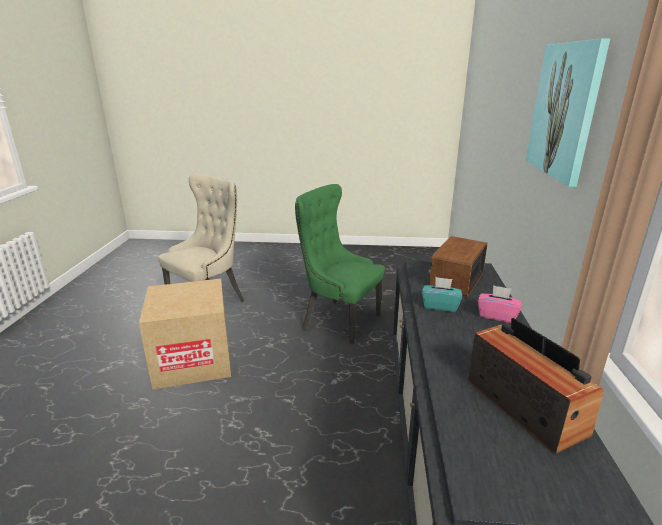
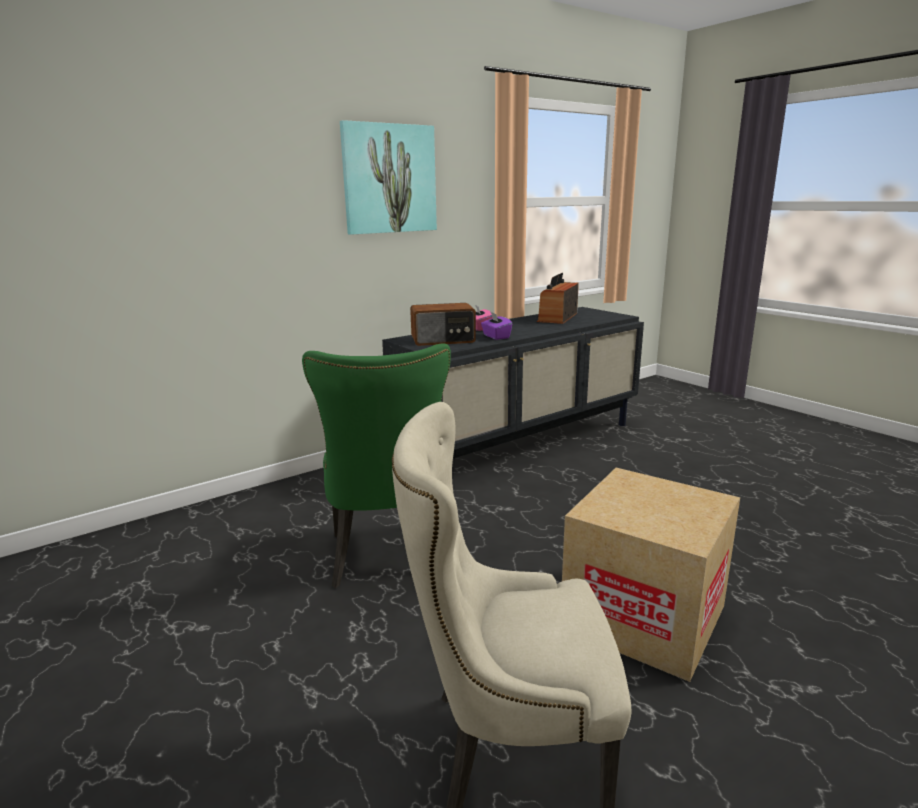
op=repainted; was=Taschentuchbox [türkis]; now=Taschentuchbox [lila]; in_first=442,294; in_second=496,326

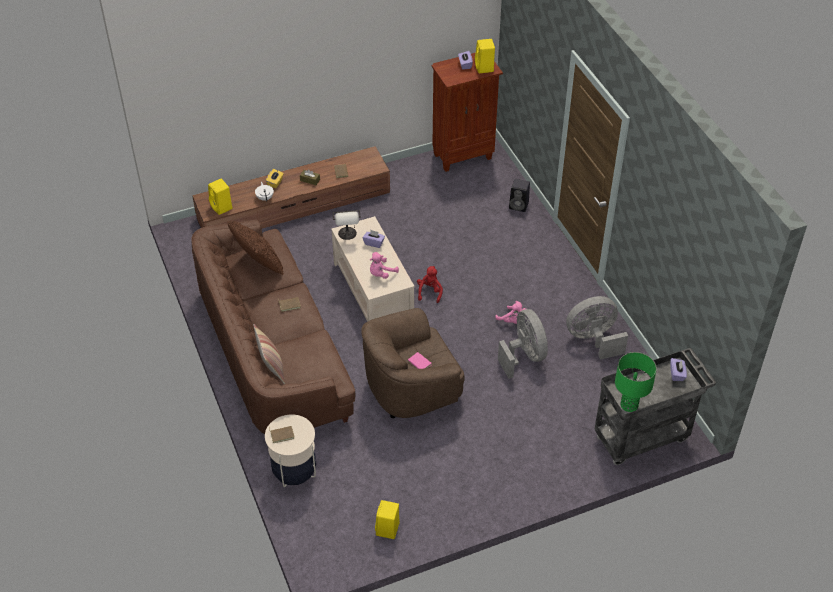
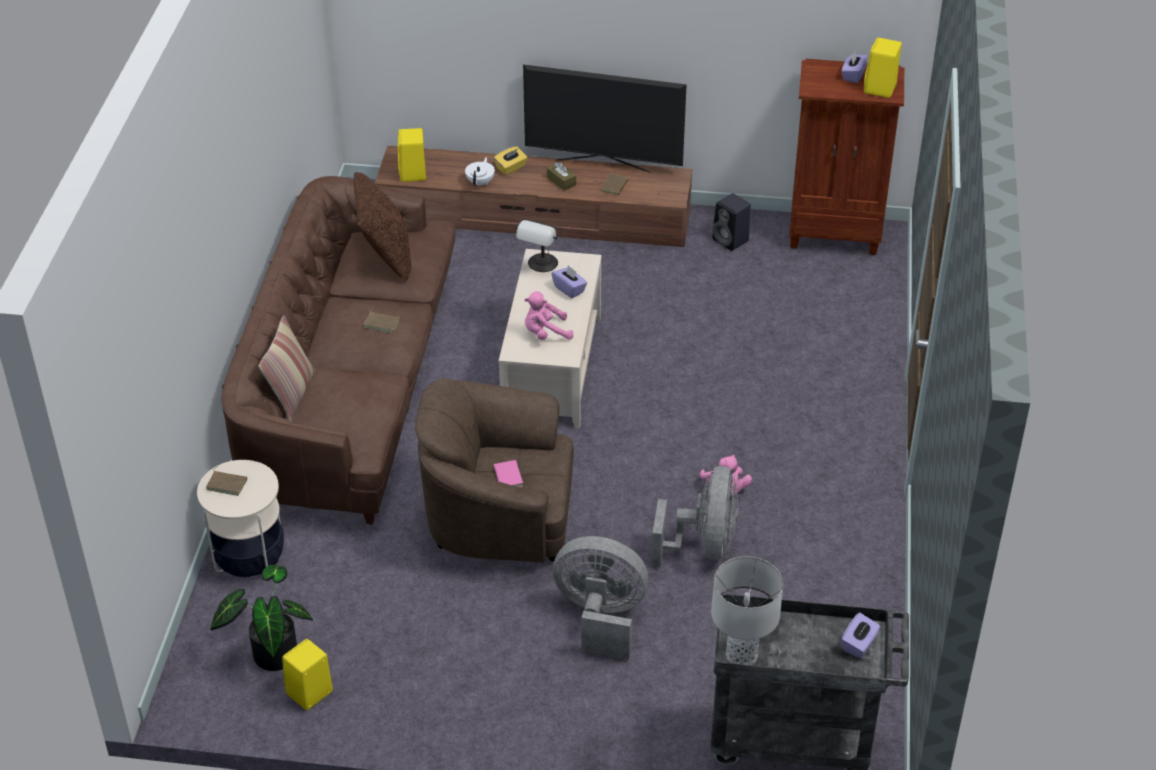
op=gone; was=Plüschtier [rot]; in_first=430,284
op=shifted; was=Lautsprecher [schwarz]; in_first=519,195; in_second=731,222
op=shifted; was=Ventilator [grau]; in_first=597,328; in_second=600,598
op=repainted; was=Tischlampe [grün]; now=Tischlampe [weiß]; in_first=636,382; in_second=747,610
op=new; now=Topfpflanze; in_second=261,618
op=new; now=Fernseher; in_second=605,118

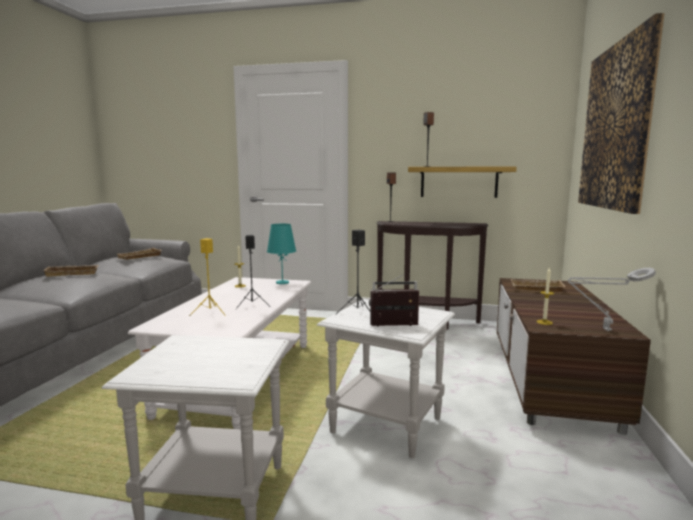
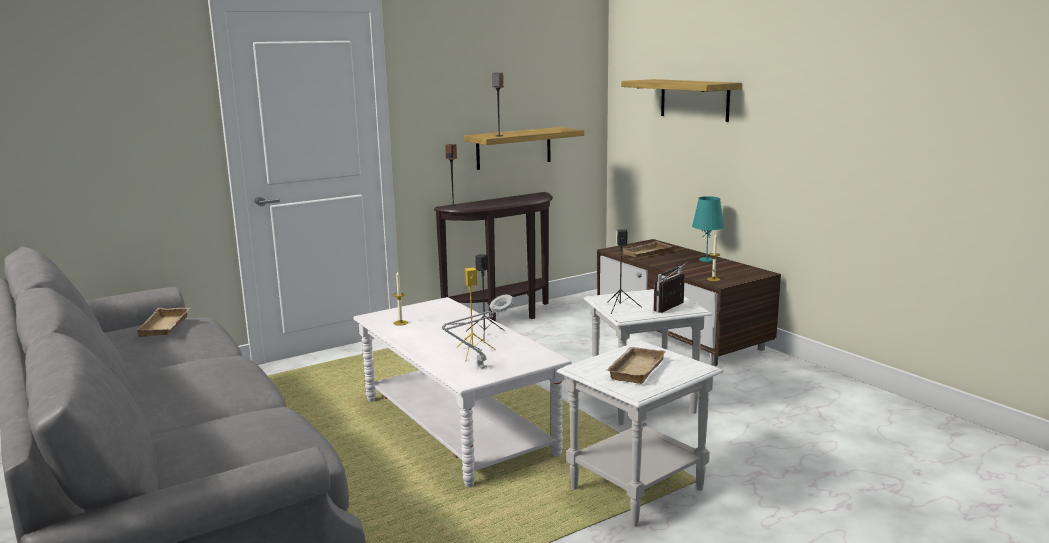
op=shifted; was=Tablett [beige]; in_first=71,271; in_second=636,365
op=shifted; was=Tischlampe [türkis]; in_first=281,254; in_second=708,229
op=shifted; was=Tischlampe [grau]; in_first=612,299; in_second=478,332
op=swapped; was=Bild; now=Wandregal; in_first=621,113; in_second=681,100

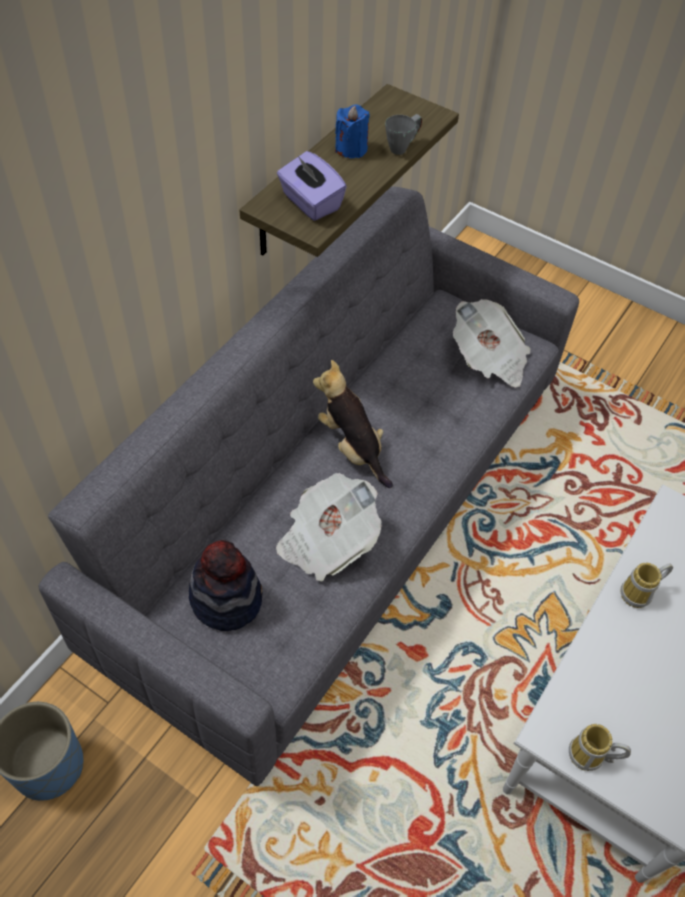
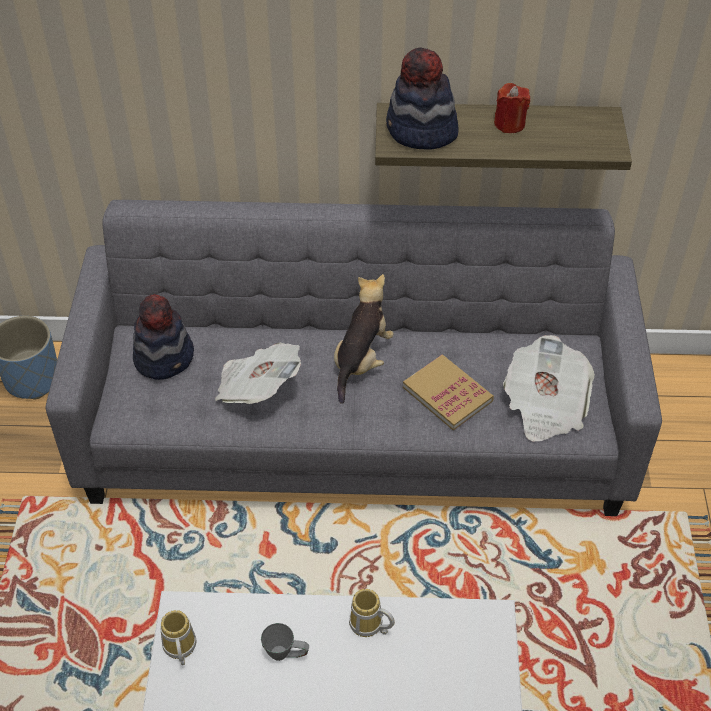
op=swapped; was=Taschentuchbox [lila]; now=Hut; in_first=312,186; in_second=422,98
op=repainted; was=Kerze [blau]; now=Kerze [rot]; in_first=352,131; in_second=512,108
op=shifted; was=Henkelbecher [grau]; in_first=403,134; in_second=285,642
op=new; now=Buch; in_second=448,393

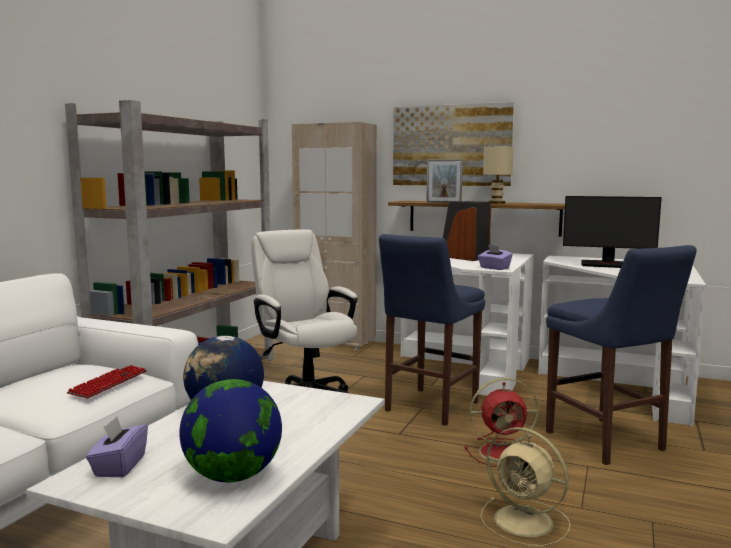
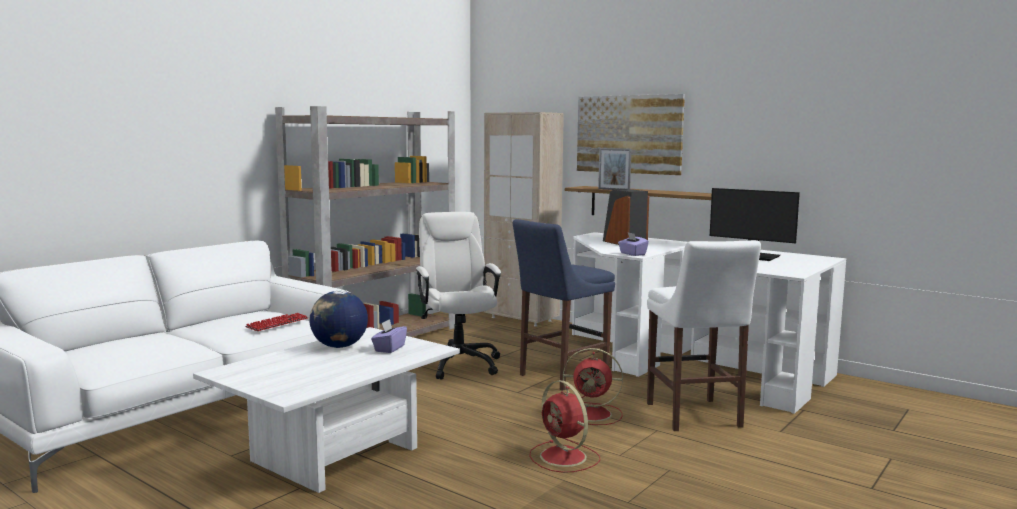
op=shifted; was=Taschentuchbox [lila]; in_first=117,447; in_second=389,336
op=gone; was=Globus; in_first=230,430
op=repainted; was=Ventilator [beige]; now=Ventilator [rot]; in_first=525,486; in_second=565,426
op=gone; was=Tischlampe [beige]; in_first=498,175
op=repainted; was=Hocker [blau]; now=Hocker [weiß]; in_first=621,355; in_second=704,335

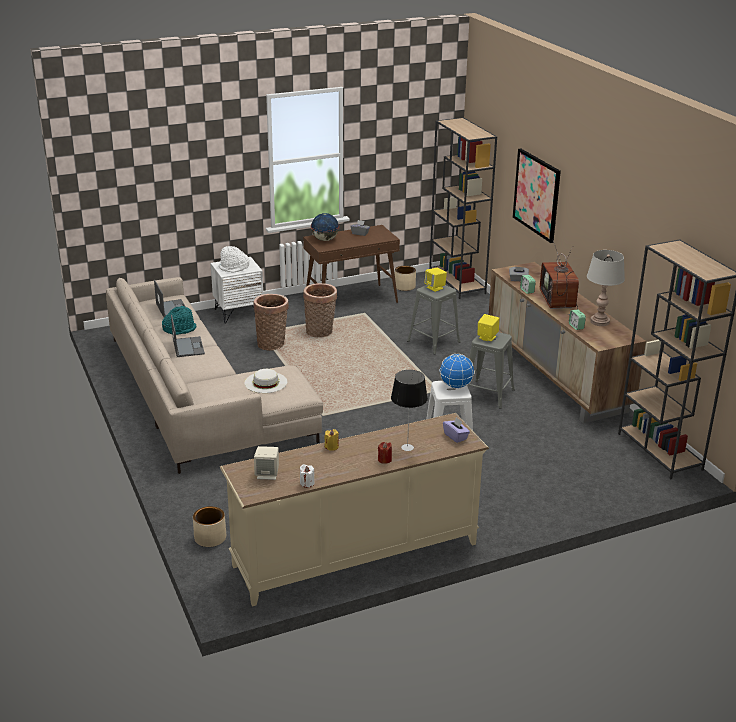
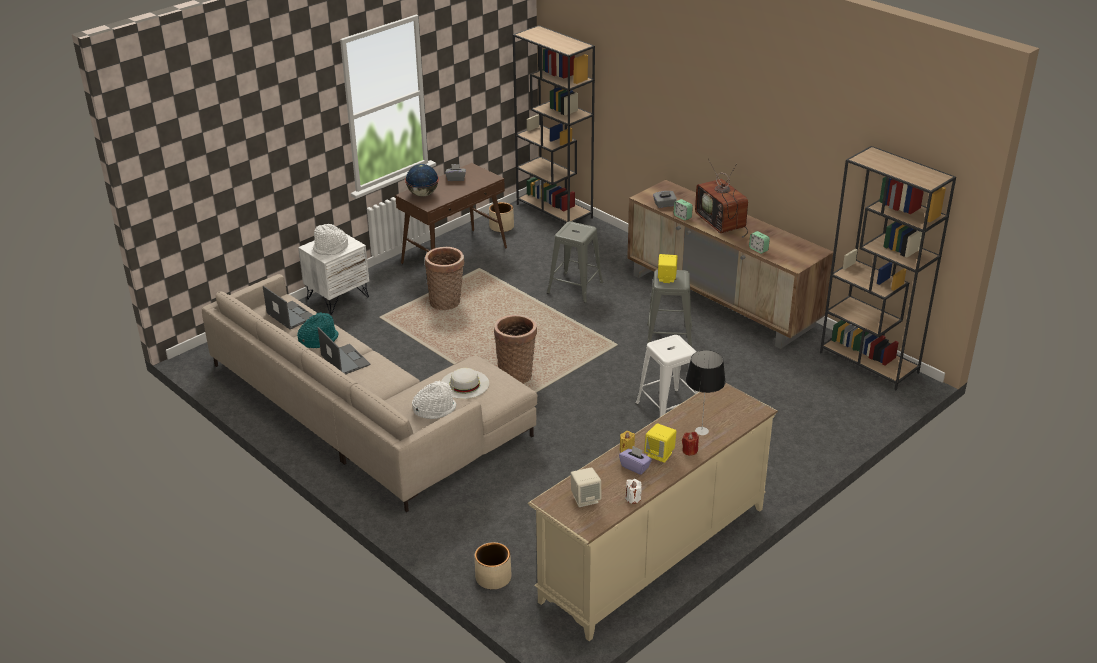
op=shifted; was=Korb; in_first=271,322; in_second=515,349
op=shifted; was=Lautsprecher [gelb]; in_first=435,280; in_second=660,443
op=gone; was=Globus; in_first=457,371
op=shifted; was=Taschentuchbox [lila]; in_first=456,430; in_second=635,460
op=gone; was=Bild; in_first=537,195
op=gone; was=Tischlampe [grau]; in_first=606,288
op=new; now=Hut [weiß]; in_second=434,400

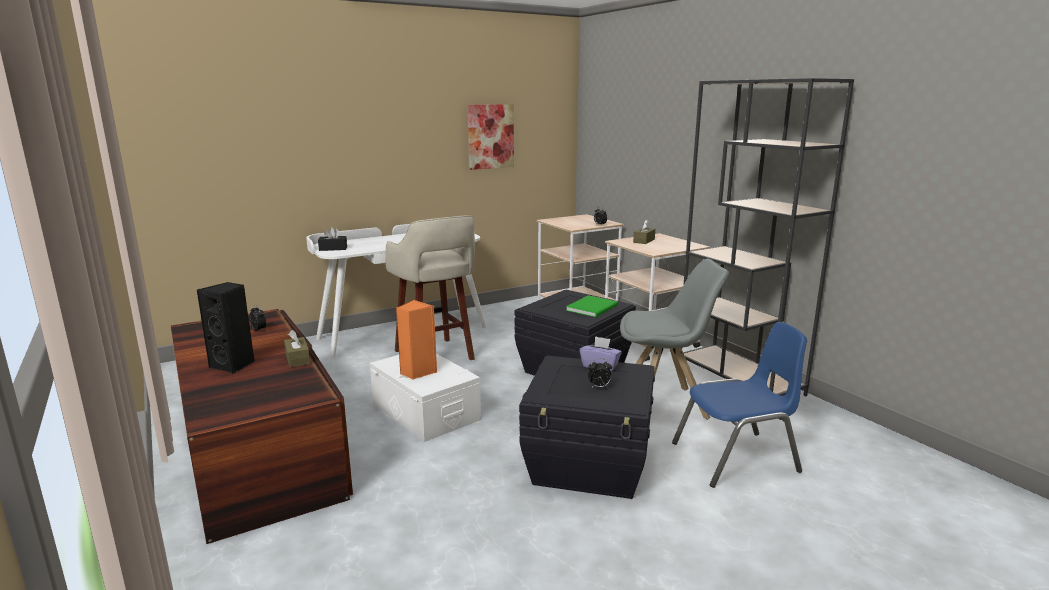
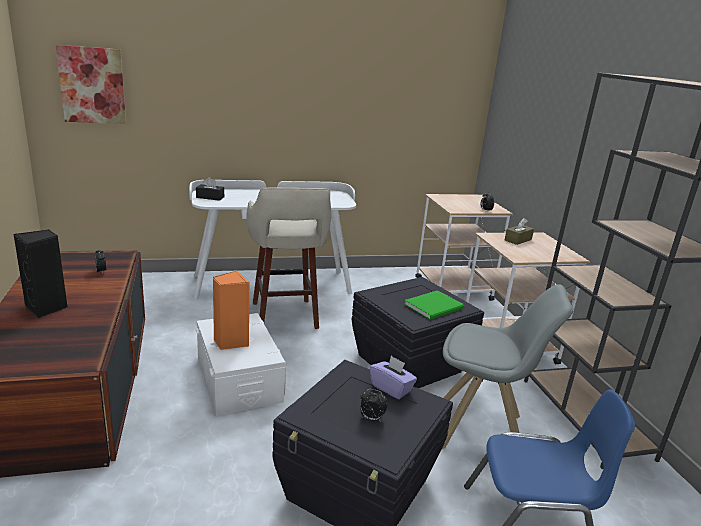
op=gone; was=Taschentuchbox [braun]; in_first=297,348
op=shifted; was=Bild; in_first=491,137; in_second=91,84

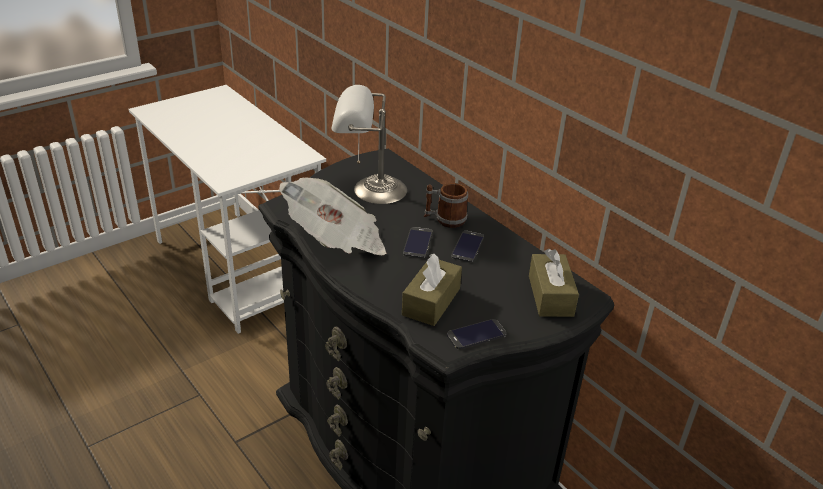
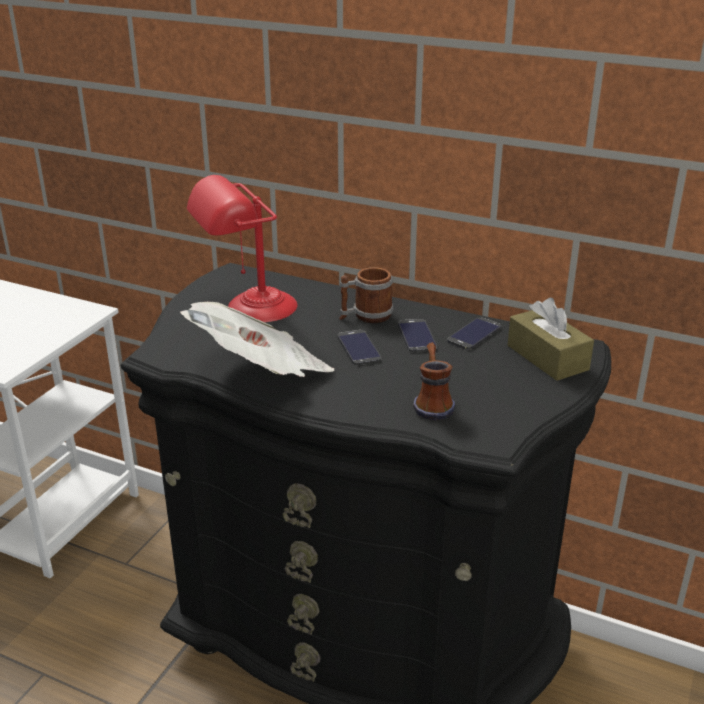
op=repainted; was=Tischlampe [weiß]; now=Tischlampe [rot]; in_first=369,144; in_second=242,248
op=swapped; was=Taschentuchbox [braun]; now=Henkelbecher; in_first=432,290; in_second=434,381
op=shifted; was=Handy; in_first=476,334; in_second=474,333

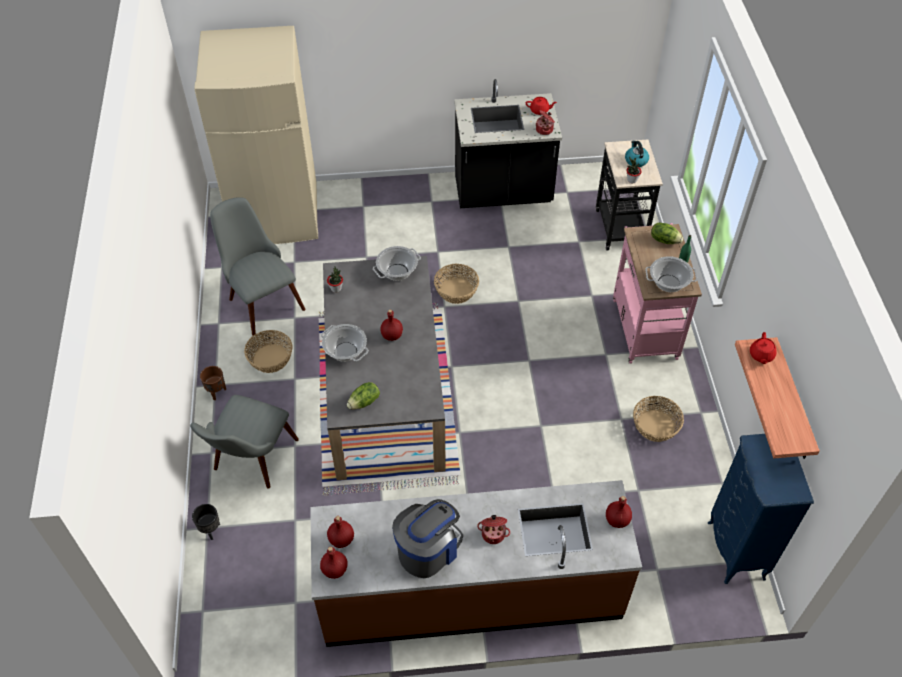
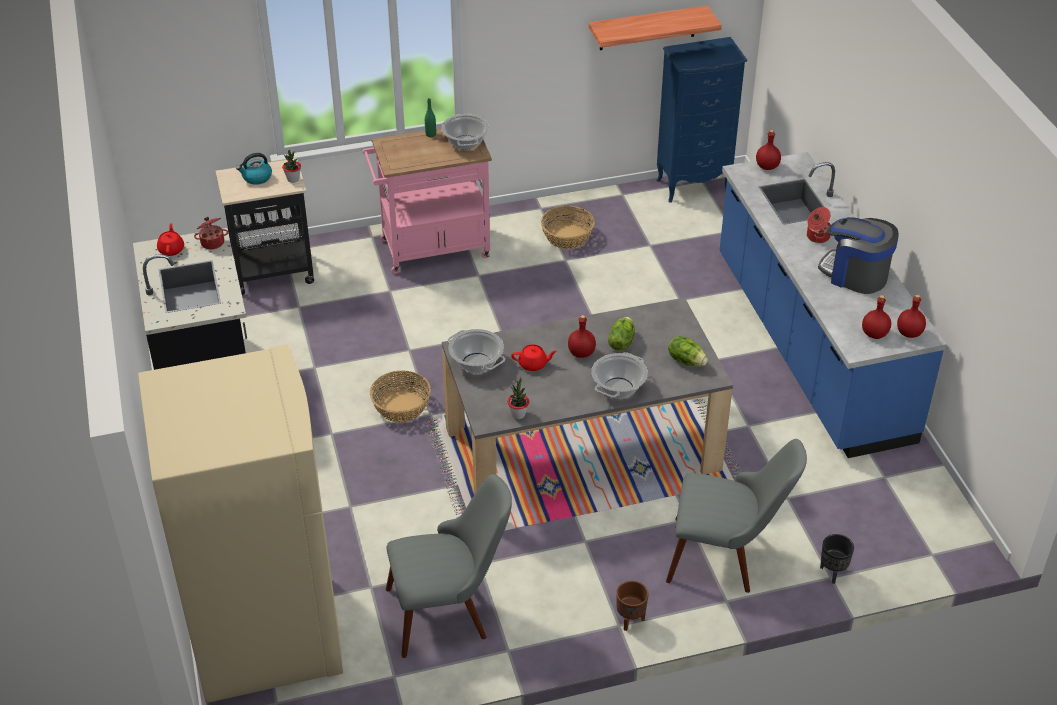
op=rotated; was=Stuhl [grau]; in_first=257,266; in_second=449,566; clockwise=-150
op=gone; was=Korb; in_first=268,351
op=repainted; was=Küchenzeile [braun]; now=Küchenzeile [blau]; in_first=476,563; in_second=833,305
op=shifted; was=Salatkopf; in_first=667,233; in_second=621,333
op=shifted; was=Teekanne [rot]; in_first=763,348; in_second=534,357

